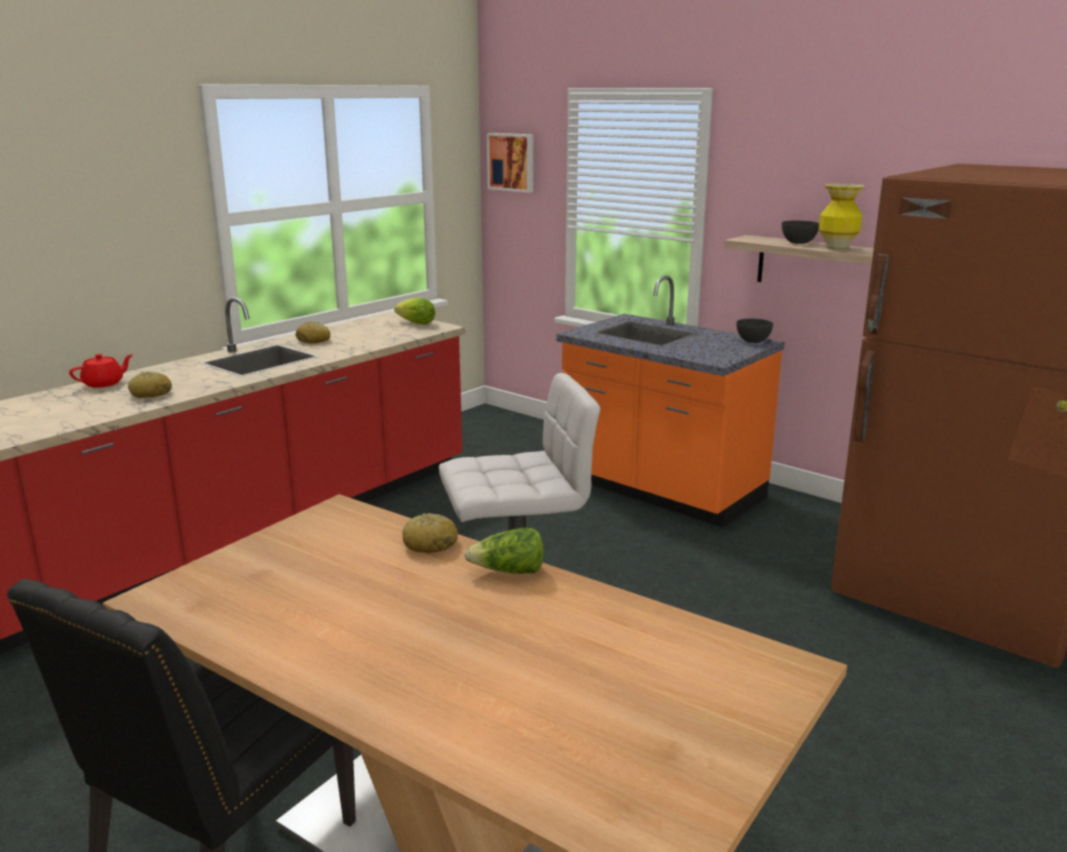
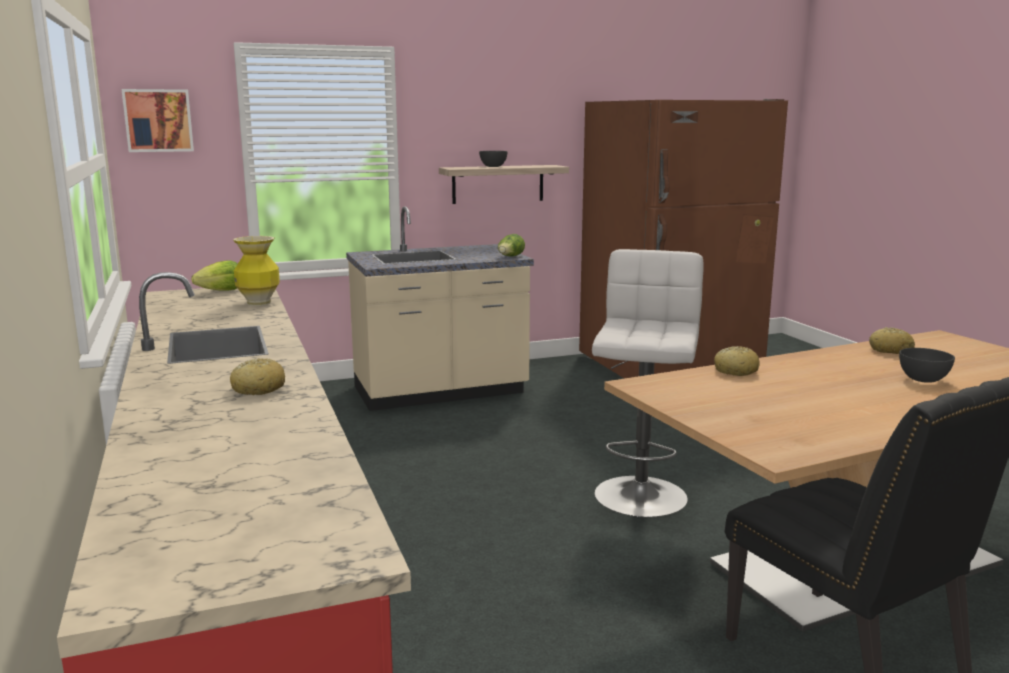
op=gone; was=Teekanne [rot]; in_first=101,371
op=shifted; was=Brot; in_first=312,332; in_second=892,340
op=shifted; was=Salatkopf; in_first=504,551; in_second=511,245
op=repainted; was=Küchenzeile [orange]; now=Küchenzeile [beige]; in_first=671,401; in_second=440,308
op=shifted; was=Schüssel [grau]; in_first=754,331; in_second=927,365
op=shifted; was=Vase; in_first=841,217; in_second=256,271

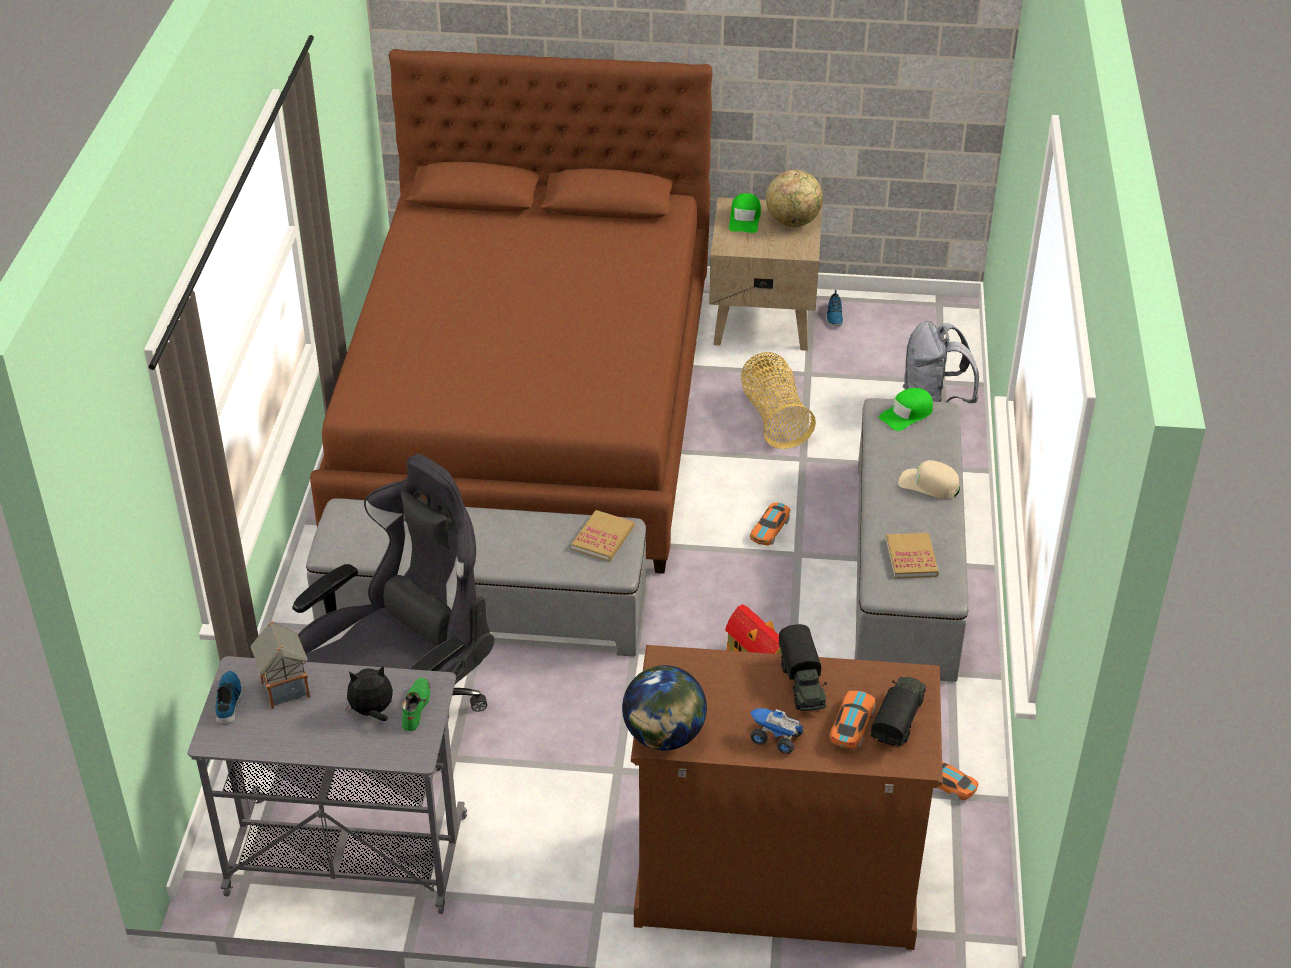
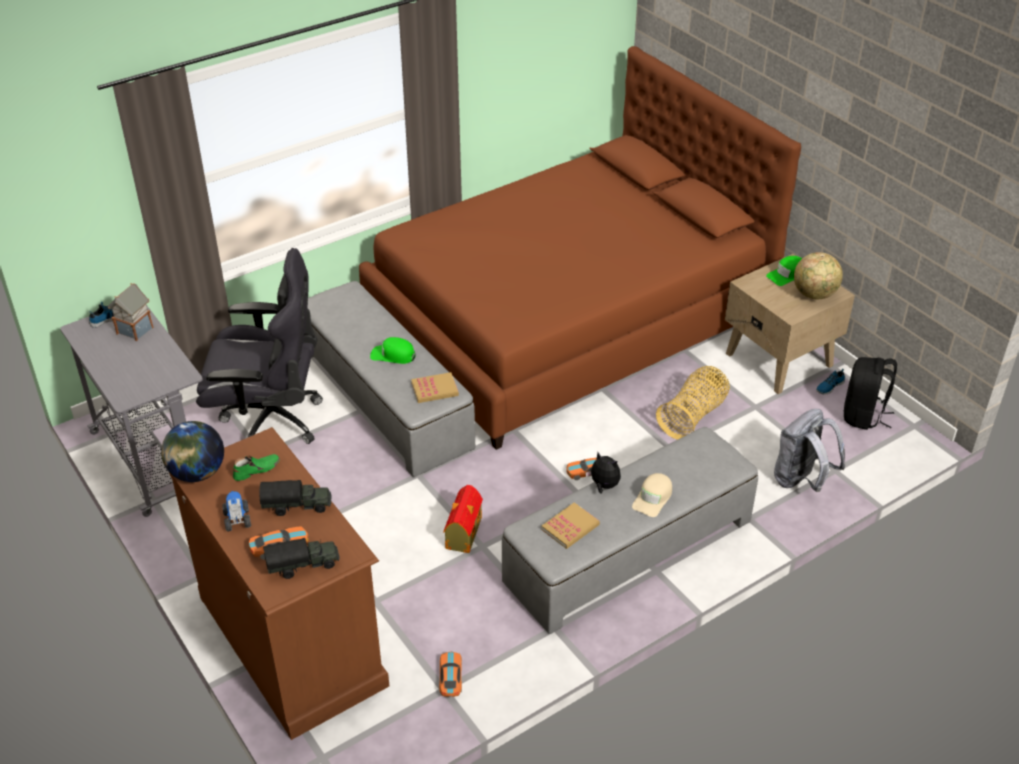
op=shifted; was=Plüschtier; in_first=369,693; in_second=603,473
op=shifted; was=Schuh [grün]; in_first=416,704; in_second=256,467
op=rotated; was=Spielzeuglaster; in_first=803,667; in_second=295,498; clockwise=-135
op=shifted; was=Kappe [grün]; in_first=906,409; in_second=392,350
op=rotated; was=Kappe [beige]; in_first=929,479; in_second=652,495; clockwise=-135
op=new; now=Rucksack [schwarz]; in_second=870,393

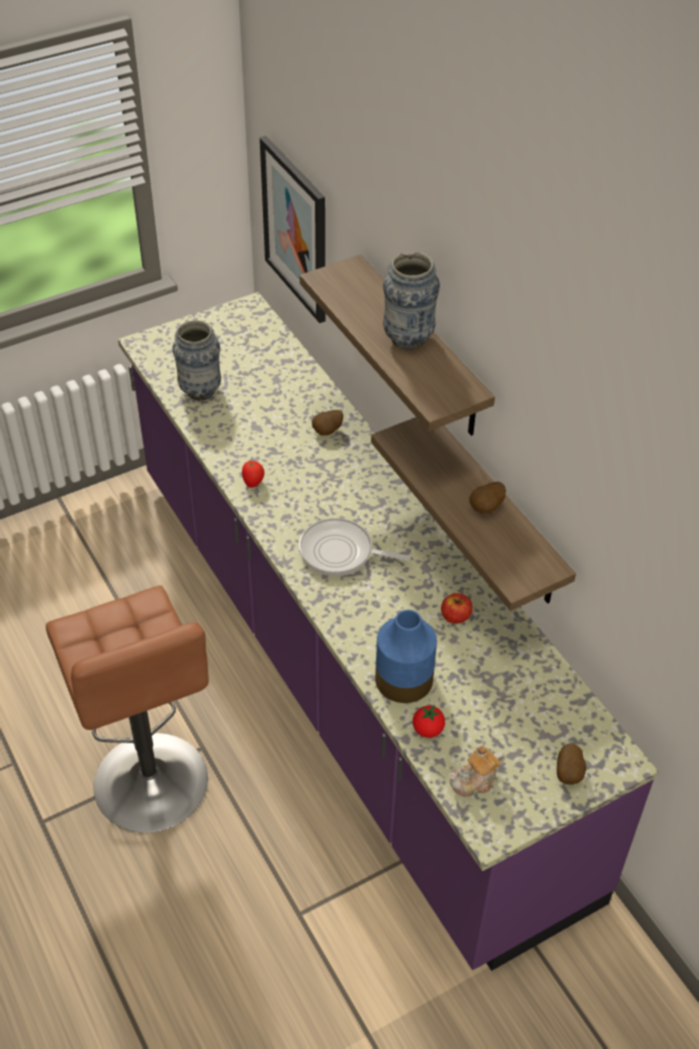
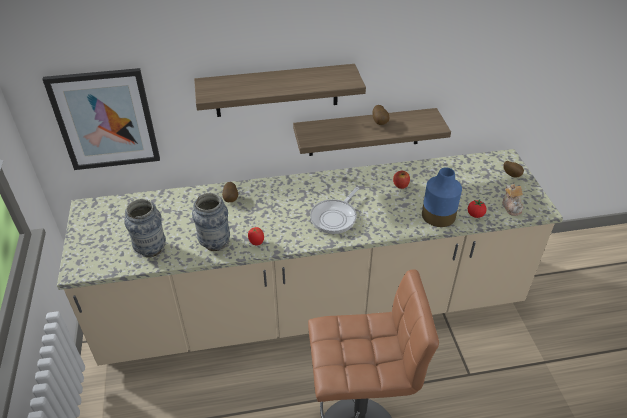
op=repainted; was=Küchenzeile [lila]; now=Küchenzeile [beige]; in_first=388,631; in_second=310,257
op=shifted; was=Vase; in_first=411,301; in_second=211,222

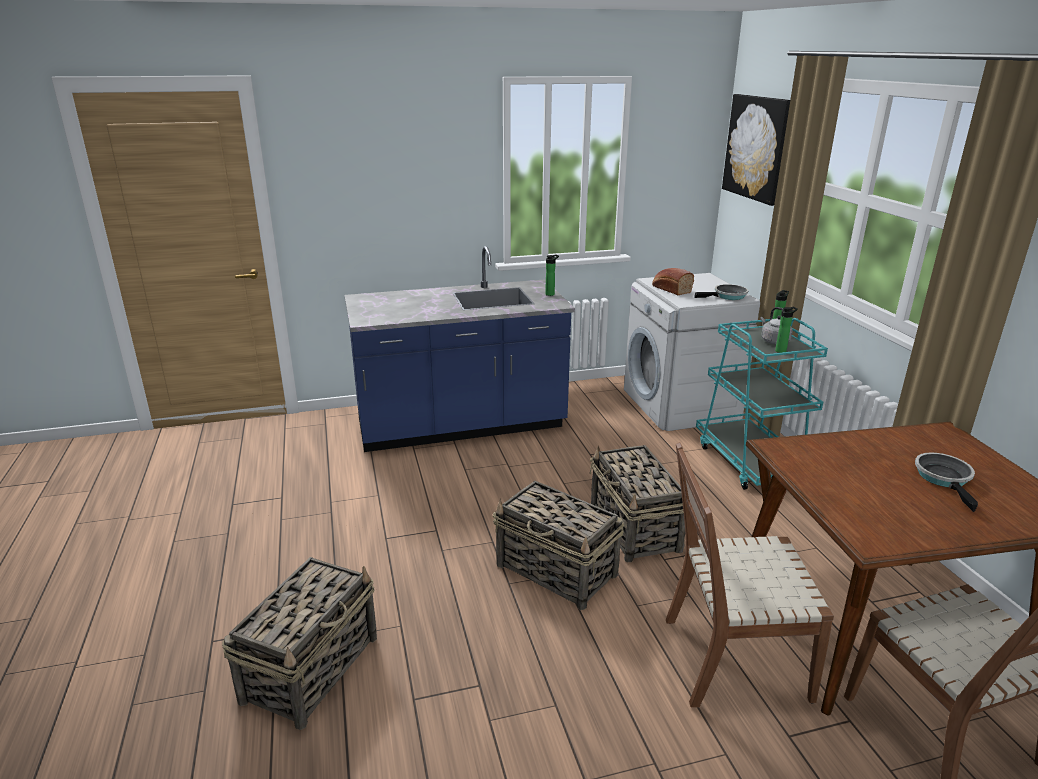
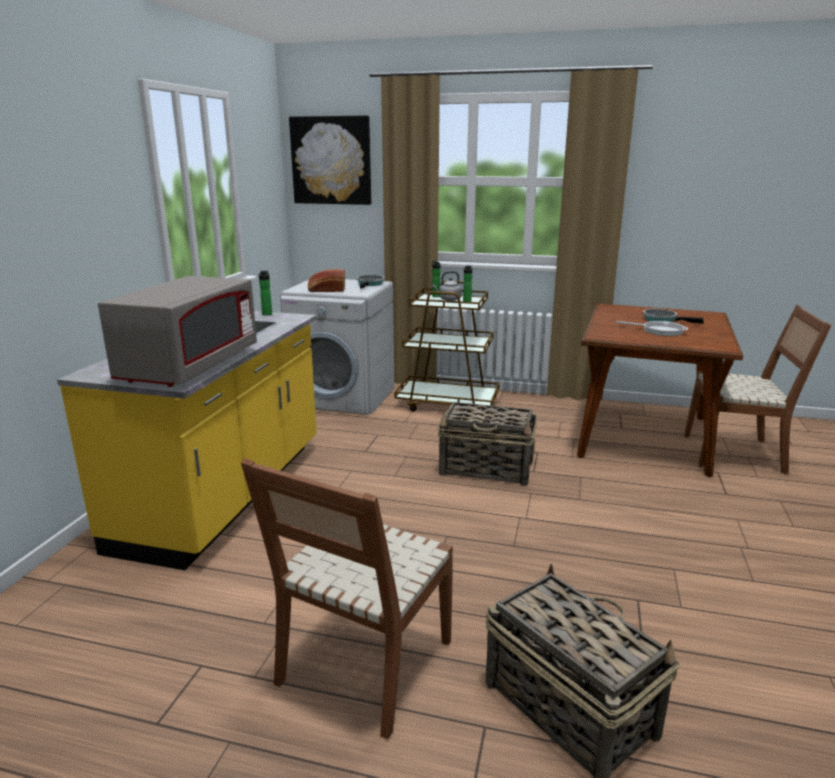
op=repainted; was=Küchenzeile [blau]; now=Küchenzeile [gelb]; in_first=460,349; in_second=187,422
op=gone; was=Korb; in_first=558,545
op=shifted; was=Stuhl; in_first=750,575; in_second=347,599
op=repainted; was=Rollwagen [türkis]; now=Rollwagen [braun]; in_first=762,404; in_second=447,346
op=new; now=Mikrowelle [grau]; in_second=177,331
op=new; now=Pfanne; in_second=652,328

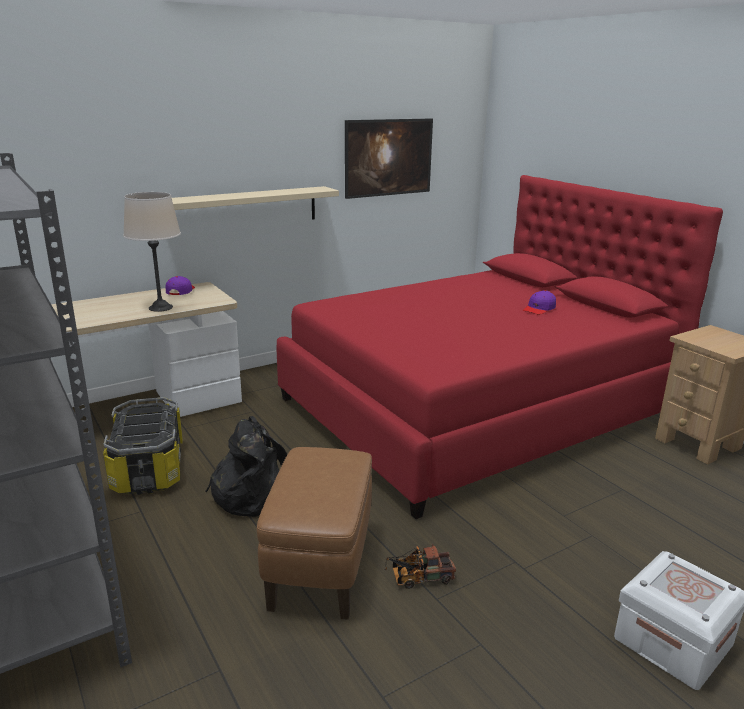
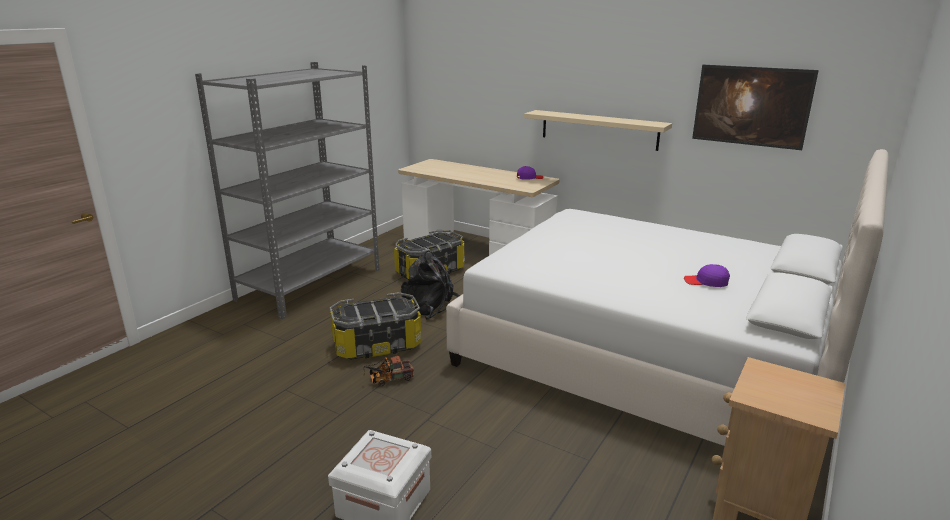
op=gone; was=Tischlampe [beige]; in_first=152,252
op=swapped; was=Polsterhocker [braun]; now=Aufbewahrungsbox; in_first=314,533; in_second=376,326
op=repainted; was=Bett [rot]; now=Bett [weiß]; in_first=500,347; in_second=667,297
op=rotated; was=Spielzeuglaster; in_first=420,566; in_second=389,370; clockwise=-75

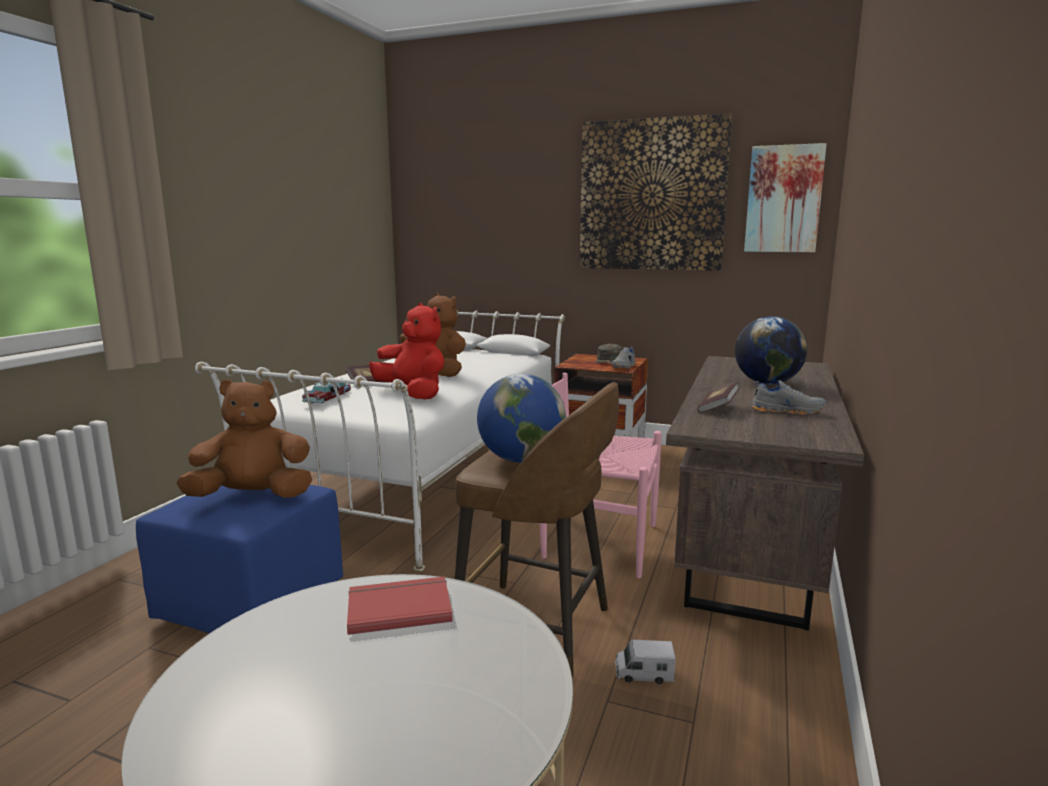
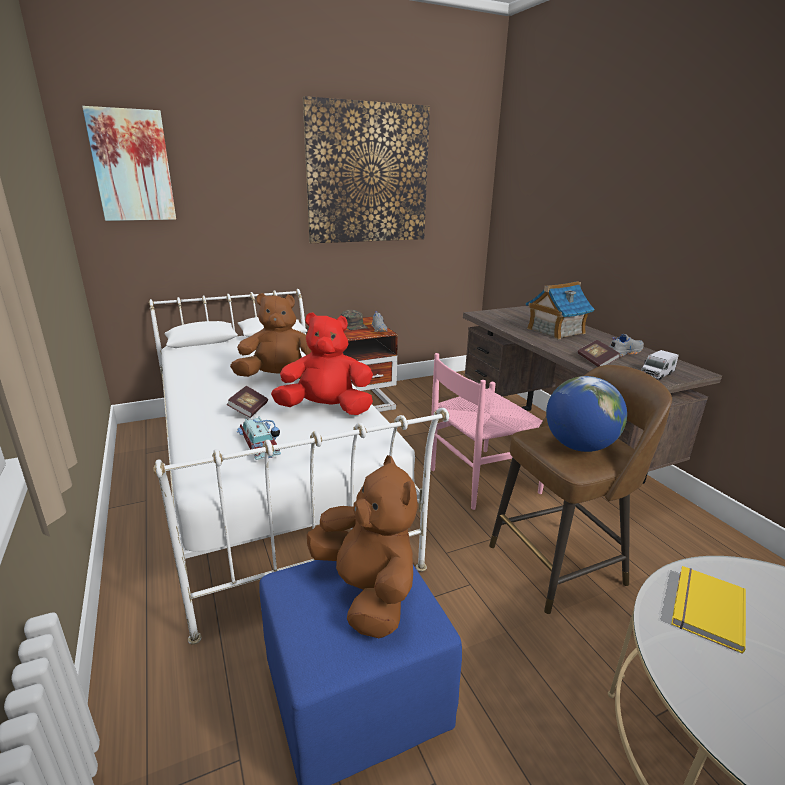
op=rotated; was=Plüschtier [braun]; in_first=244,438; in_second=362,546; clockwise=120
op=repainted; was=Buch [rot]; now=Buch [gelb]; in_first=399,606; in_second=708,609
op=shifted; was=Spielzeuglaster; in_first=645,662; in_second=660,365
op=swapped; was=Globus; now=Spielzeughaus; in_first=771,350; in_second=560,310
op=shifted; was=Bild; in_first=785,197; in_second=129,163

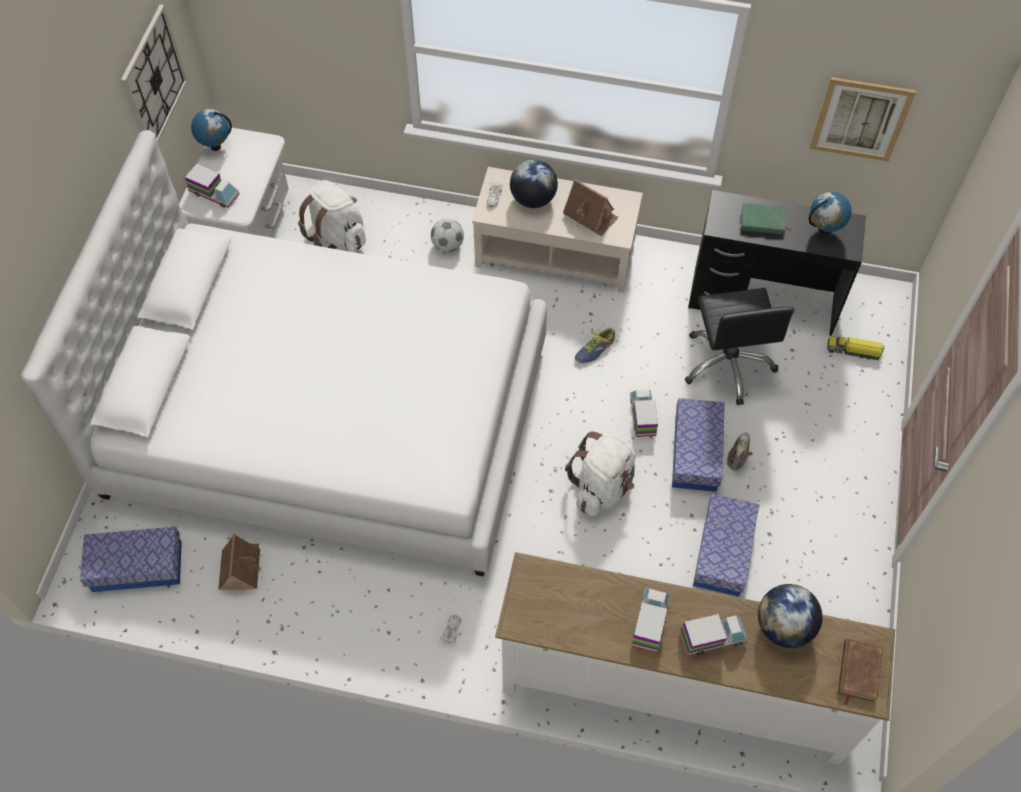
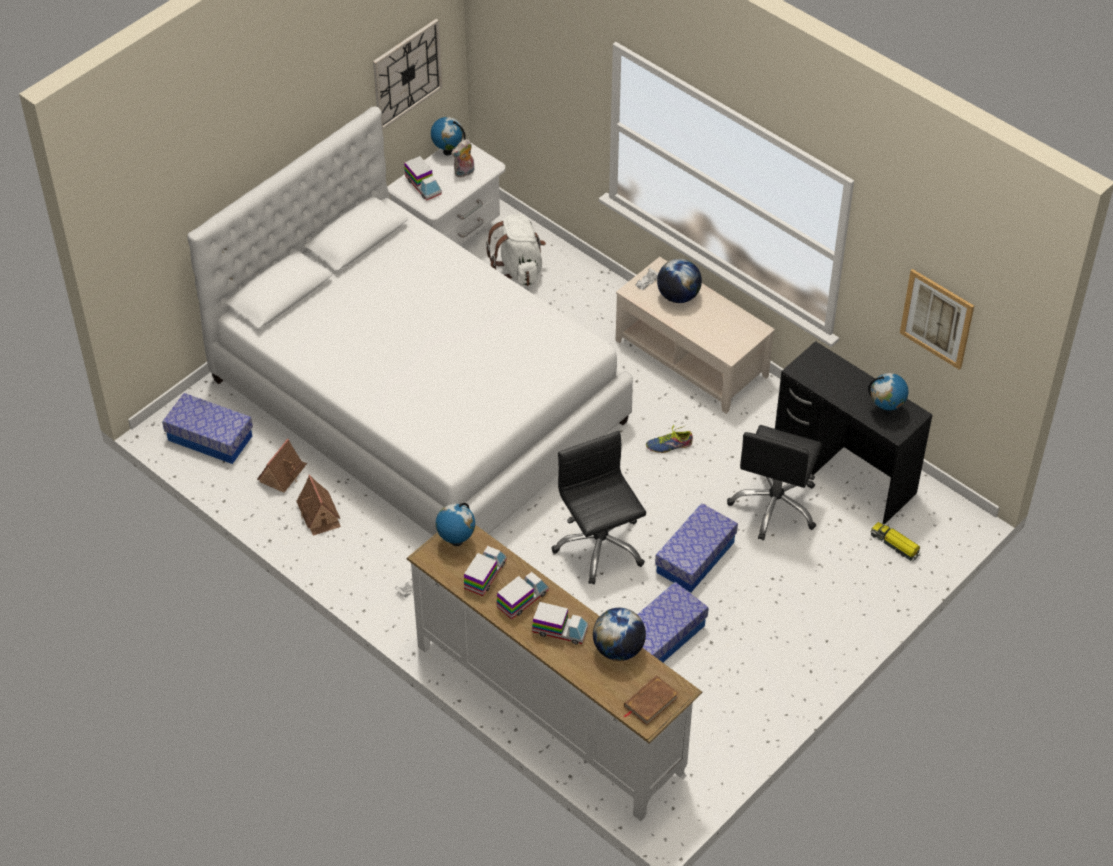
op=gone; was=Fußball; in_first=447,235
op=shifted; was=Spielzeughaus; in_first=591,207; in_second=318,505
op=swapped; was=Rucksack [weiß]; now=Bürostuhl [schwarz]; in_first=600,473; in_second=599,507
op=shifted; was=Spielzeuglaster; in_first=644,413; in_second=485,571
op=shifted; was=Plüschtier; in_first=739,451; in_second=462,158
op=gone; was=Buch [grün]; in_first=766,219
op=new; now=Globus; in_second=455,524

